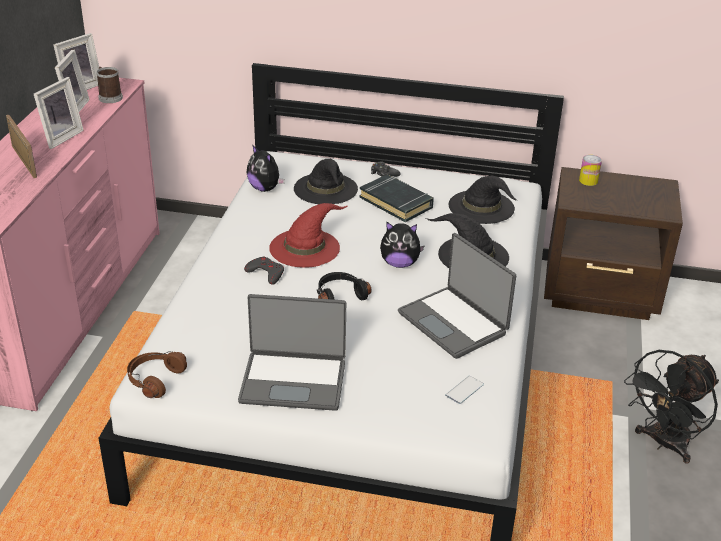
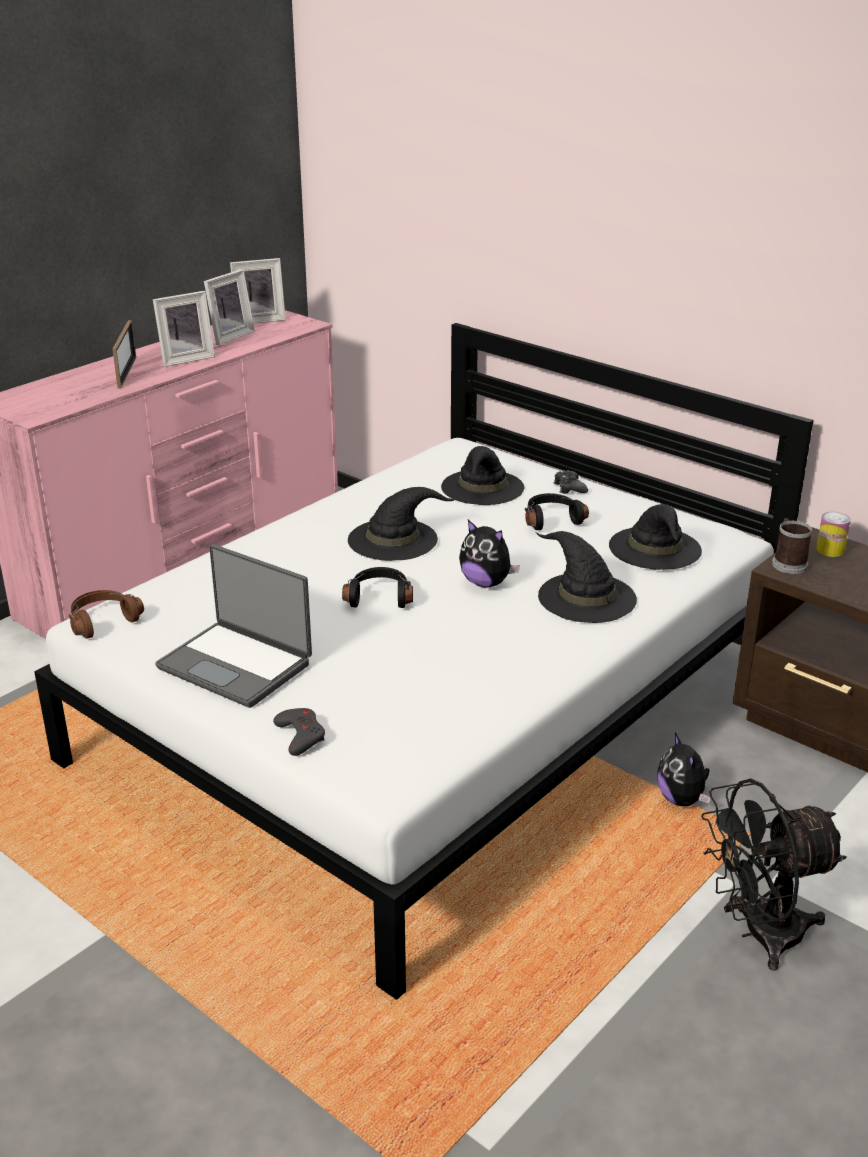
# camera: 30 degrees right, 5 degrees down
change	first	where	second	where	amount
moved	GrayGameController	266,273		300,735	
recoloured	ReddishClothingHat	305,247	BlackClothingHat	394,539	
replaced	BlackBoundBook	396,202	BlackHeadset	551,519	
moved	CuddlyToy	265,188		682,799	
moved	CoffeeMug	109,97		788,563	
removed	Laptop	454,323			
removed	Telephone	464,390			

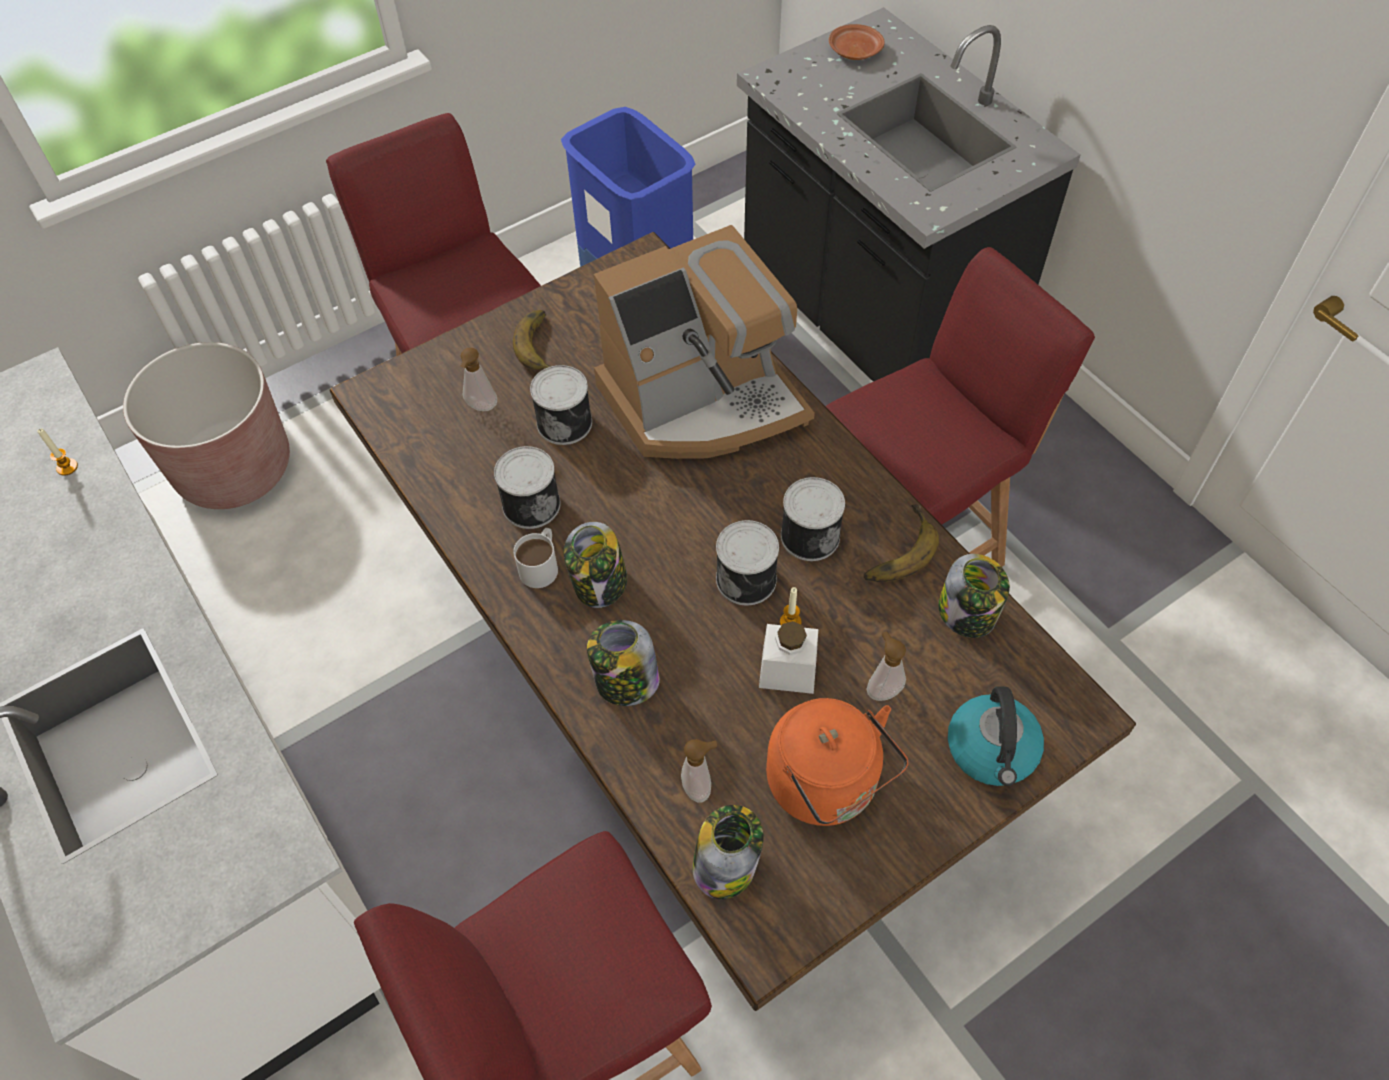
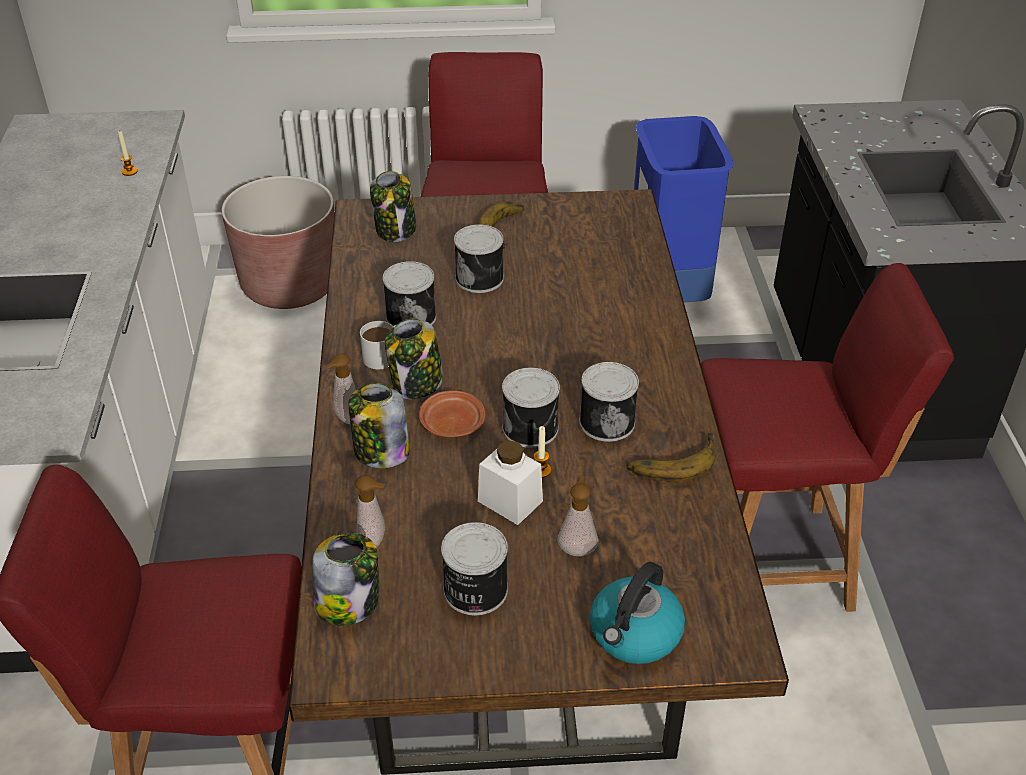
# camera: 30 degrees right, 15 degrees down
change	first	where	second	where	amount
moved	LiquidSoapBottle	481,408		346,419	
moved	Jar	968,613		396,230	
moved	BrownishPlate	854,51		451,423	
replaced	OrangeColouredWaterKettle	827,785	Can	474,590	
removed	CoffeeBrewer	703,401			

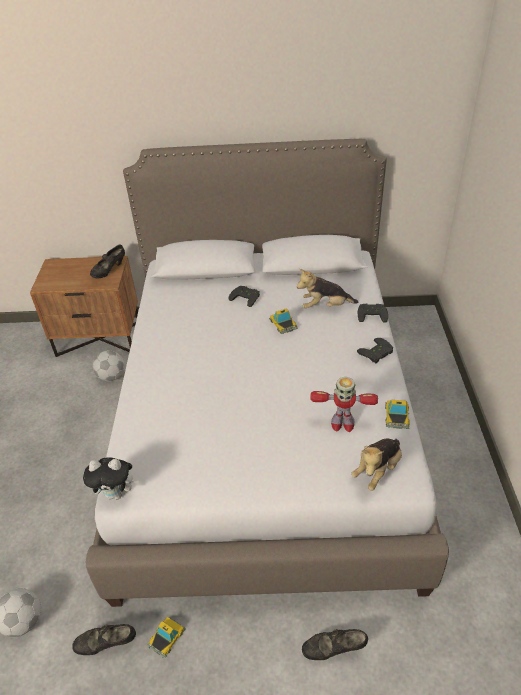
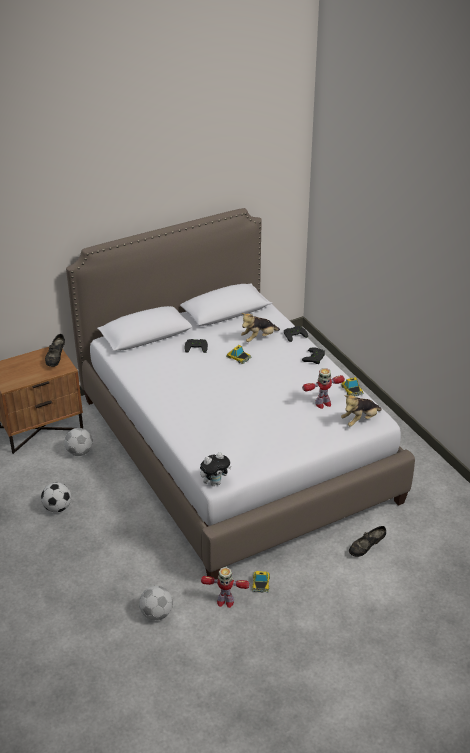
# camera: 30 degrees left, 5 degrees down
change	first	where	second	where	amount
added			BallForFootball	57,508	
replaced	BlackShoe	107,644	ToyRobot	225,601	
turned	CuddlyToy	377,470		360,420	45 degrees clockwise

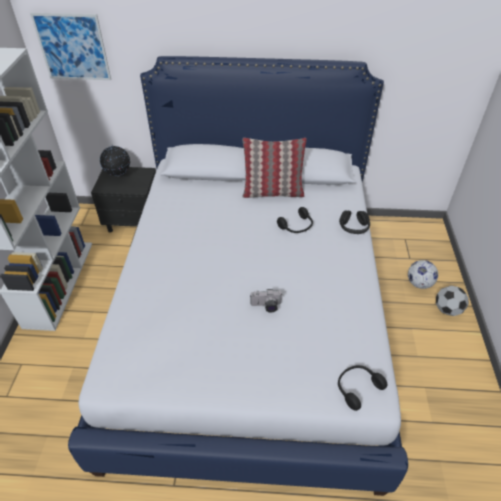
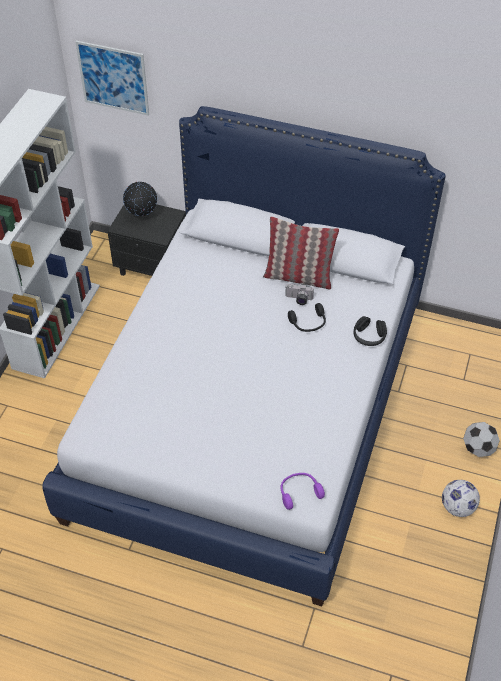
# camera: 15 degrees right, 5 degrees up
change	first	where	second	where	amount
recoloured	BlackHeadset	357,387	PurpleHeadset	299,492	
moved	StillCamera	266,306		298,299	
moved	BallForFootball	419,283		457,507	

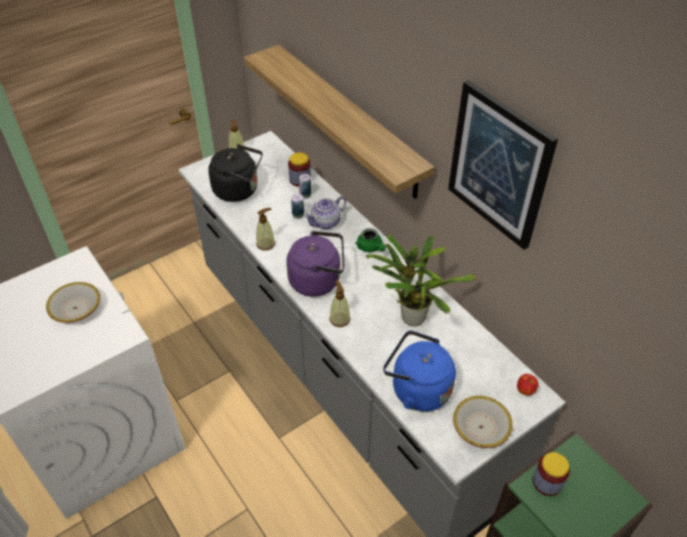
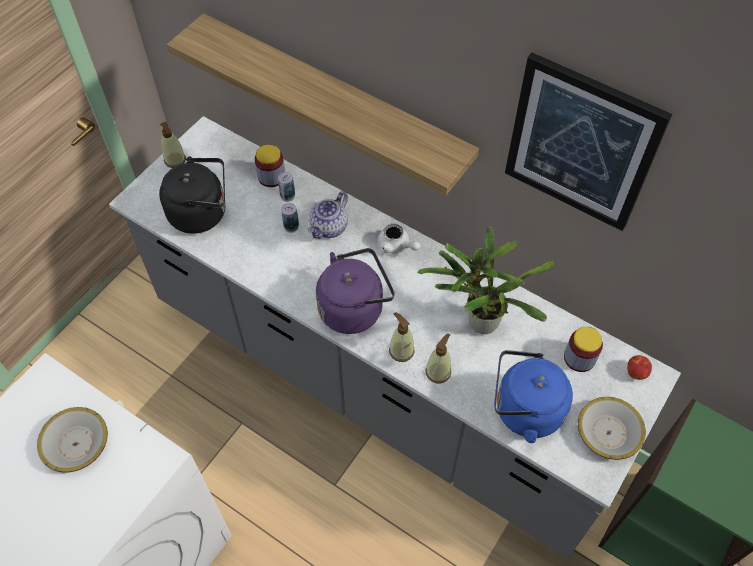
# camera: 20 degrees left, 10 degrees up
change	first	where	second	where	amount
recoloured	GreenishPotForTea	370,248	WhitePotForTea	396,246	
moved	LiquidSoapBottle	266,244		438,372	
moved	Jar	547,482		579,358	

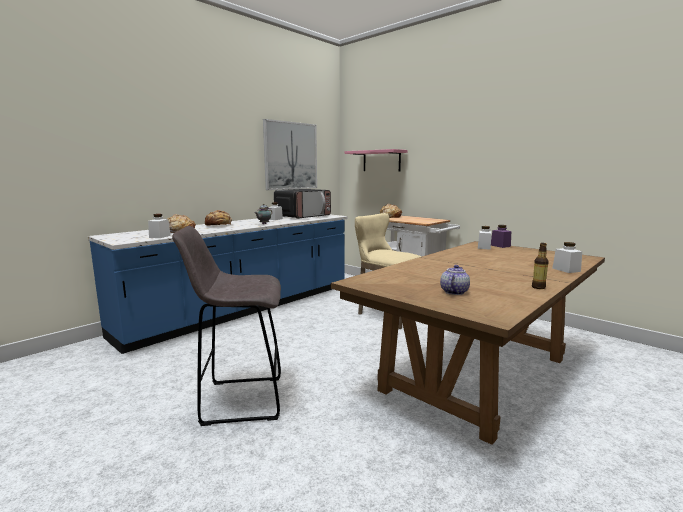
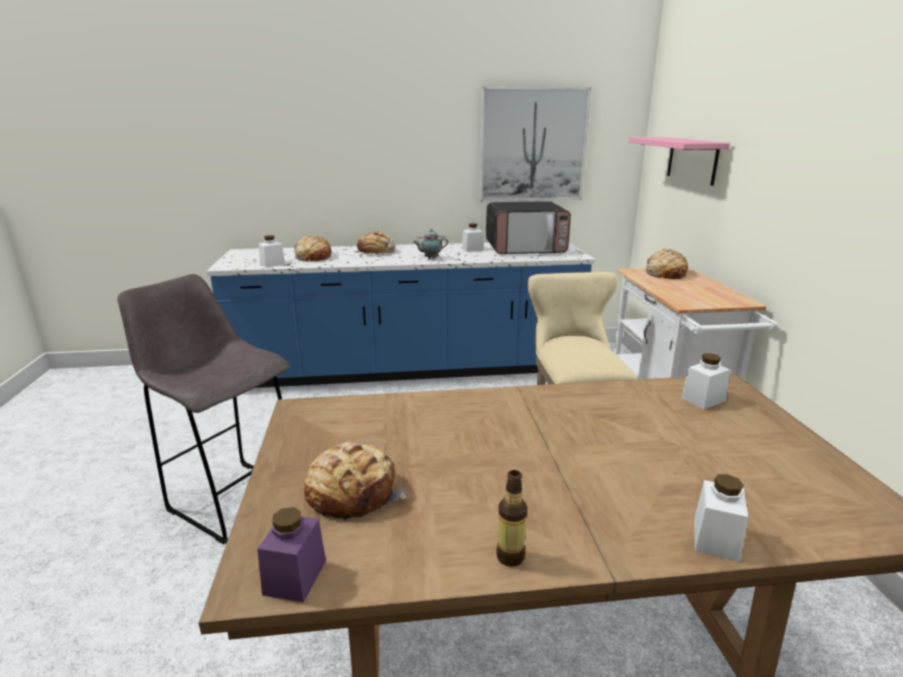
# camera: 40 degrees right, 10 degrees up
change	first	where	second	where	amount
moved	PurpleJar	500,246		295,577	
replaced	PotForTea	453,292	BakeryBread	353,492	

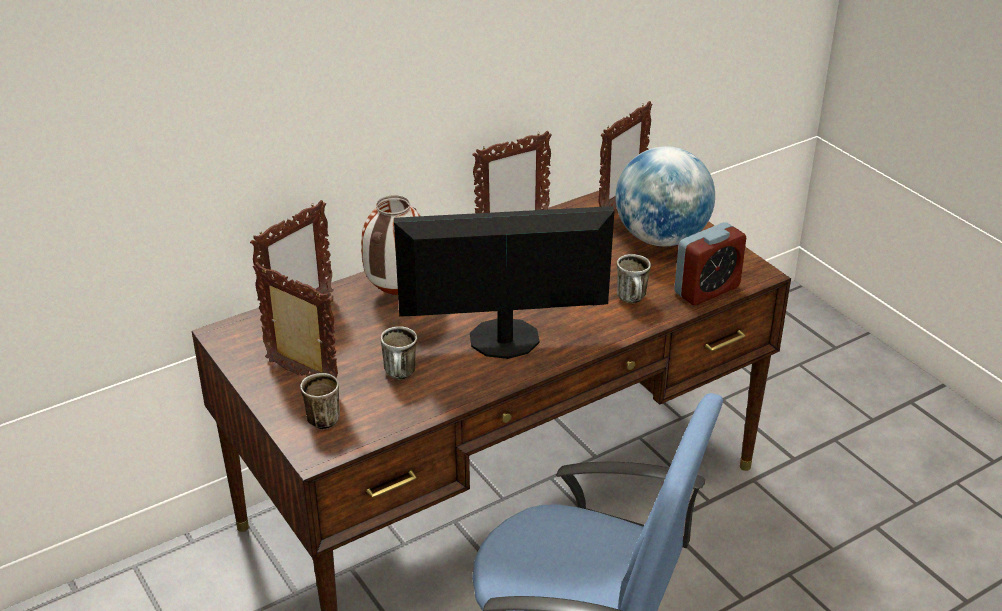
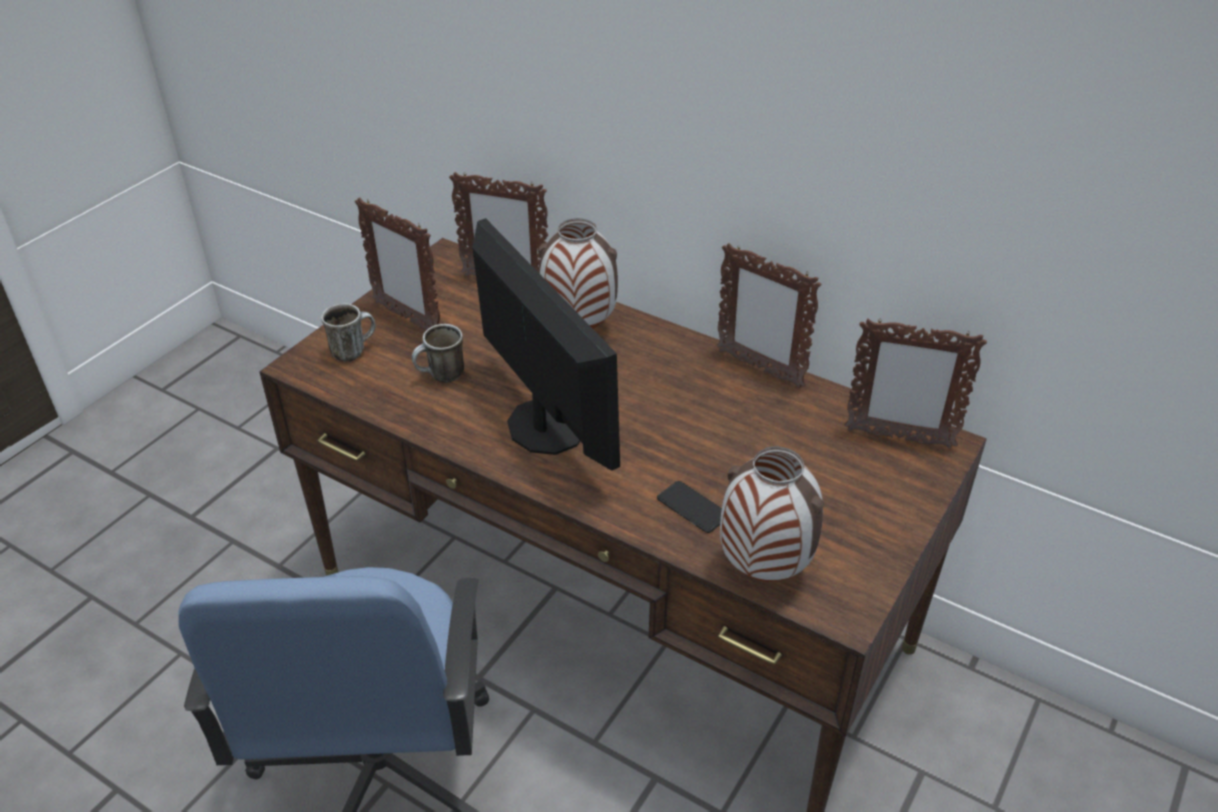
# camera: 65 degrees right, 5 degrees up
change	first	where	second	where	amount
turned	PhotoFrame	302,377		407,319	120 degrees clockwise
replaced	CoffeeMug	633,300	Telephone	692,507	
replaced	AlarmClock	707,290	Vase	765,570	
removed	DeskGlobe	661,238			

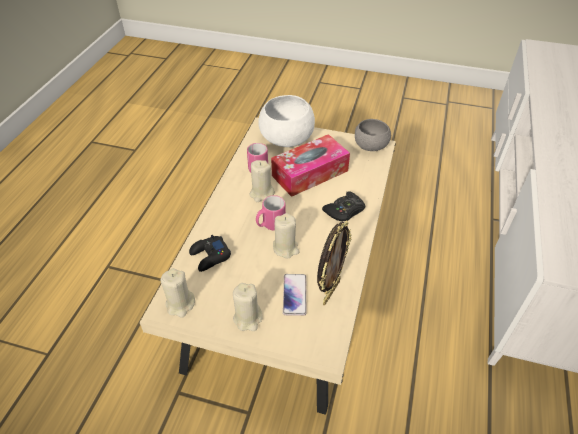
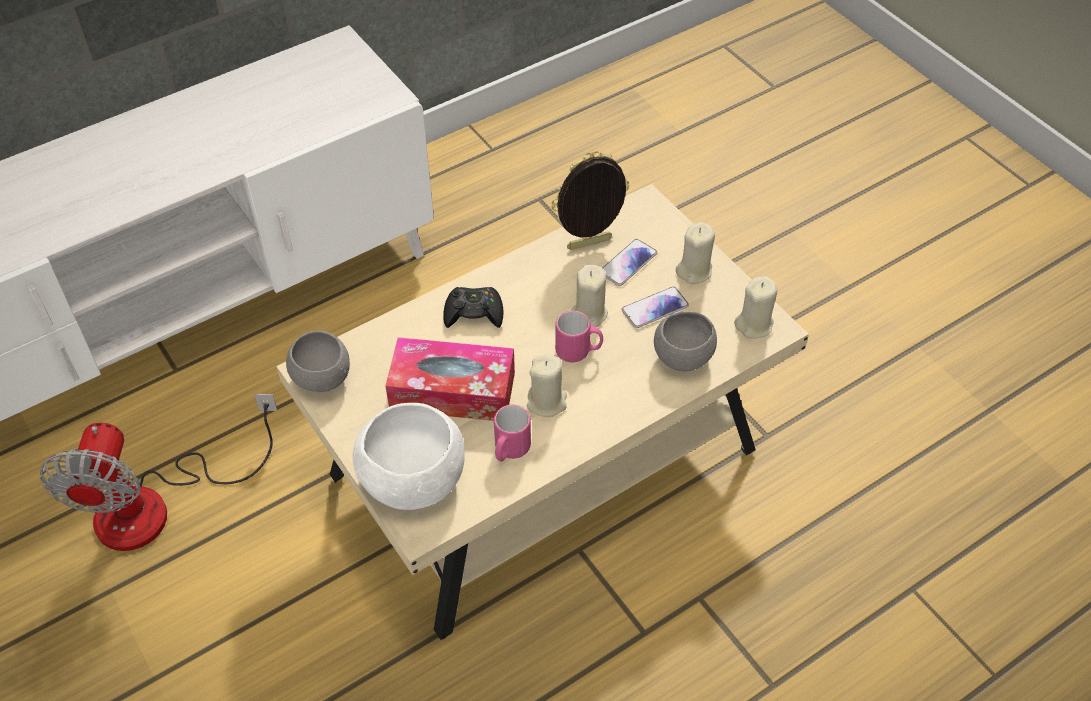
# camera: 140 degrees left, 5 degrees up
change	first	where	second	where	amount
added			ElectricFan	157,505	
added			Telephone	655,308	
replaced	BlackGameController	210,256	GrayBowl	683,357	

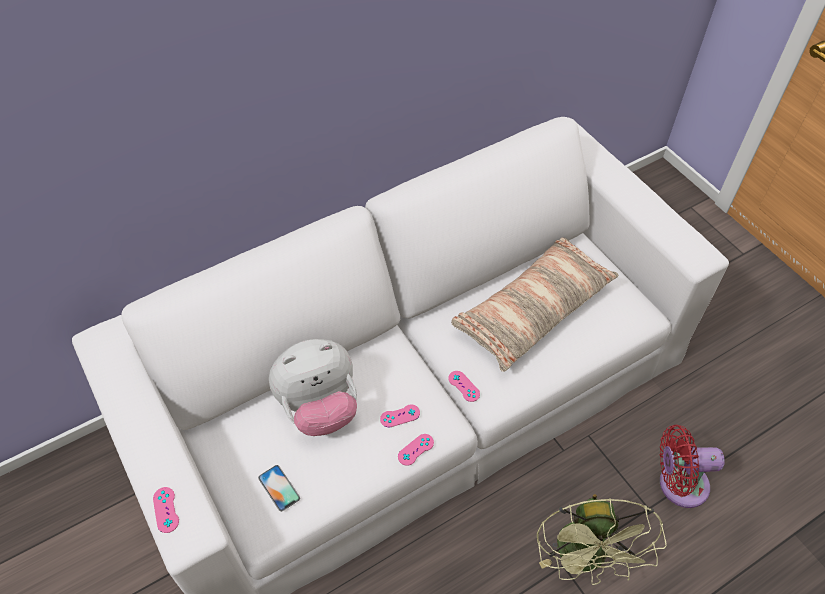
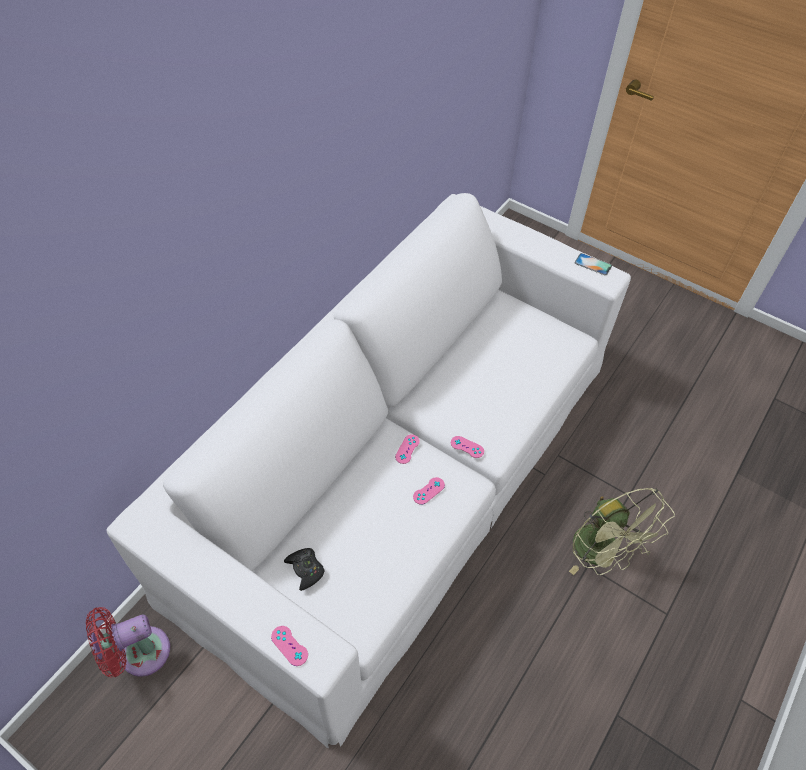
# camera: 25 degrees left, 0 degrees up
change	first	where	second	where	amount
moved	ReddishElectricFan	678,484		139,653	
added			BlackGameController	305,569	
moved	PinkishGameController	415,449		407,449	
moved	Telephone	279,488		593,264	
removed	CuddlyToy	319,407			
removed	Pillow	532,310			

